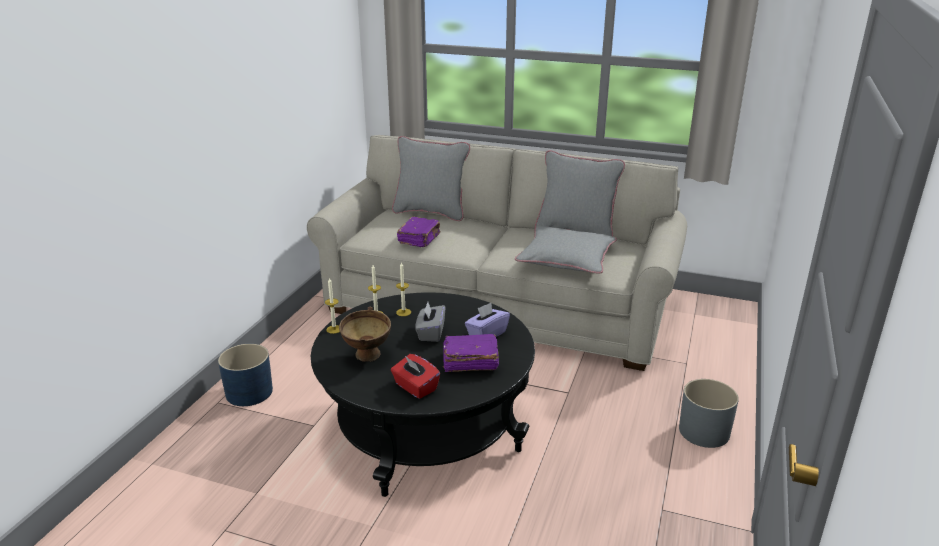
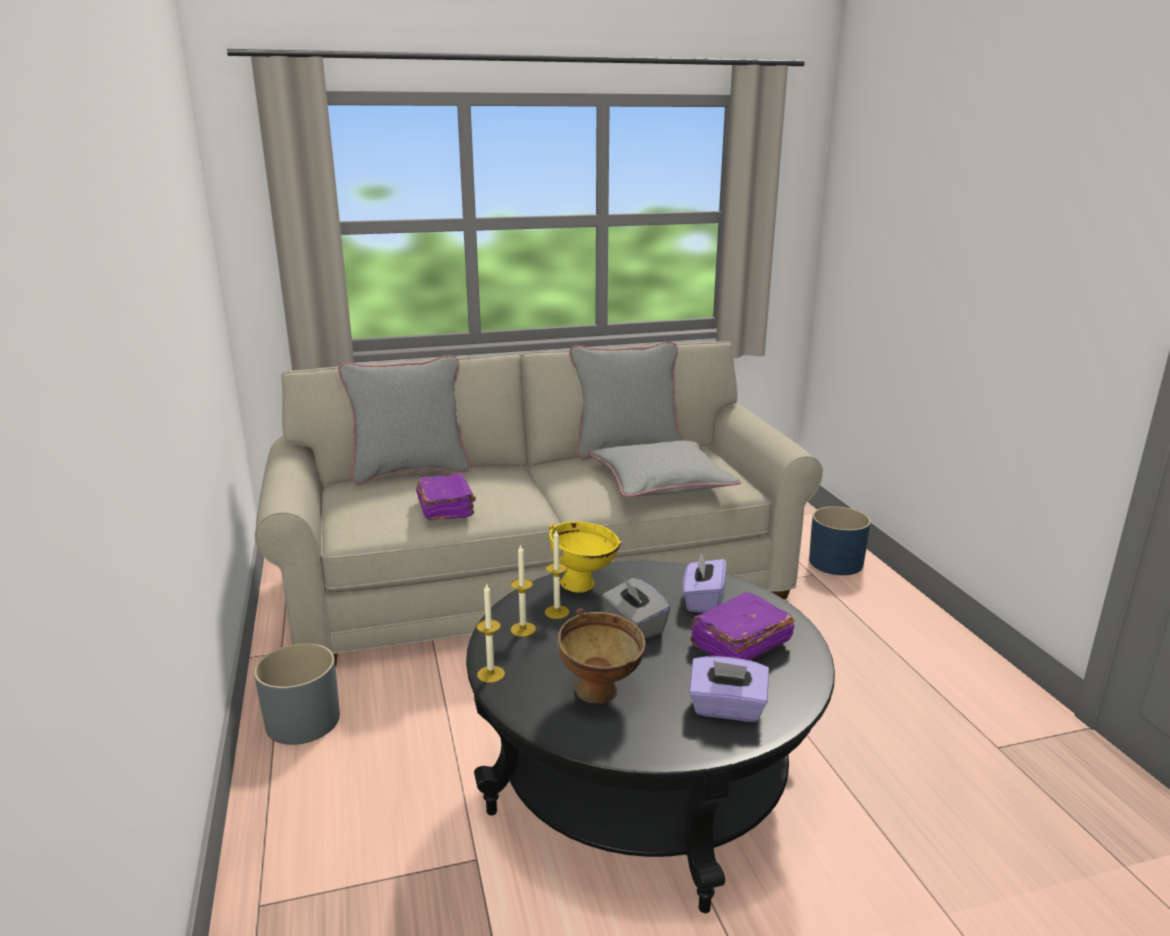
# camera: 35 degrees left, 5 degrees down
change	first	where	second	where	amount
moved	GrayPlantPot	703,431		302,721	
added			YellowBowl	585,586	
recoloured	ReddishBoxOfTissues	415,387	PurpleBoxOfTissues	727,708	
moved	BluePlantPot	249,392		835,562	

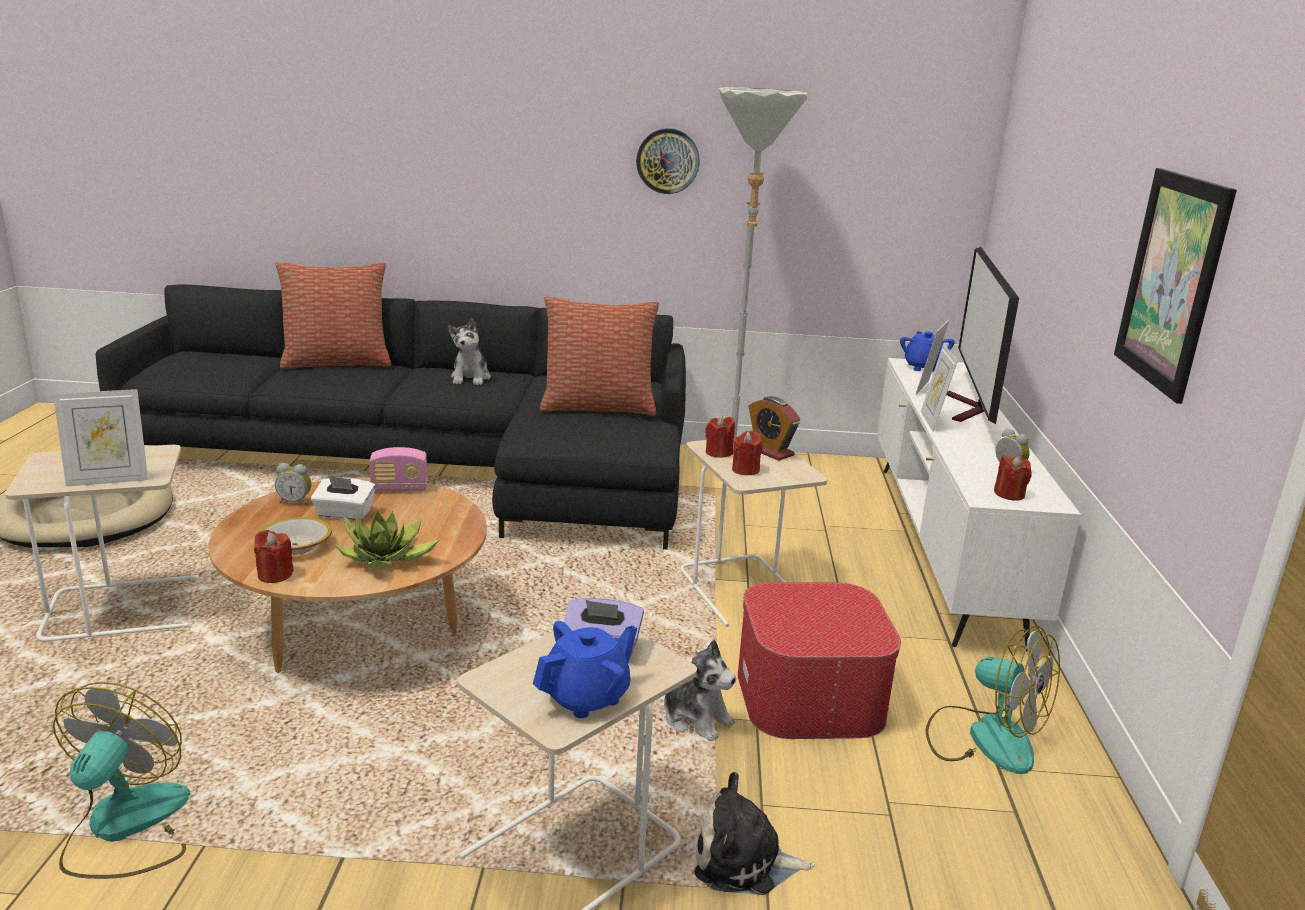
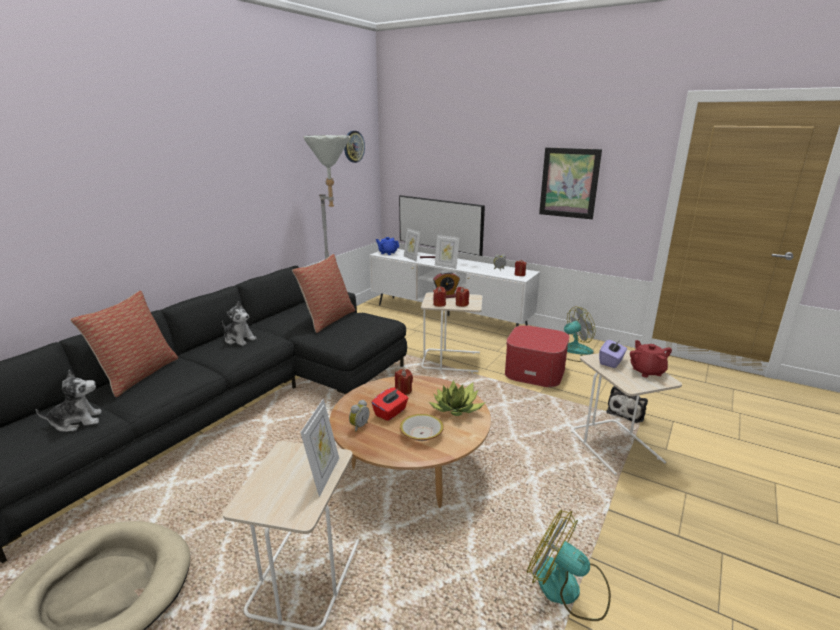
# camera: 60 degrees left, 0 degrees up
change	first	where	second	where	amount
moved	CuddlyToy	696,719		77,421	
moved	WallClock	668,161		353,146	
recoloured	WhiteBoxOfTissues	344,514	ReddishBoxOfTissues	390,412	
moved	ReddishCandle	275,575		403,390	
recoloured	BluePotForTea	586,697	ReddishPotForTea	647,371	
removed	RadioReceiver	399,488			

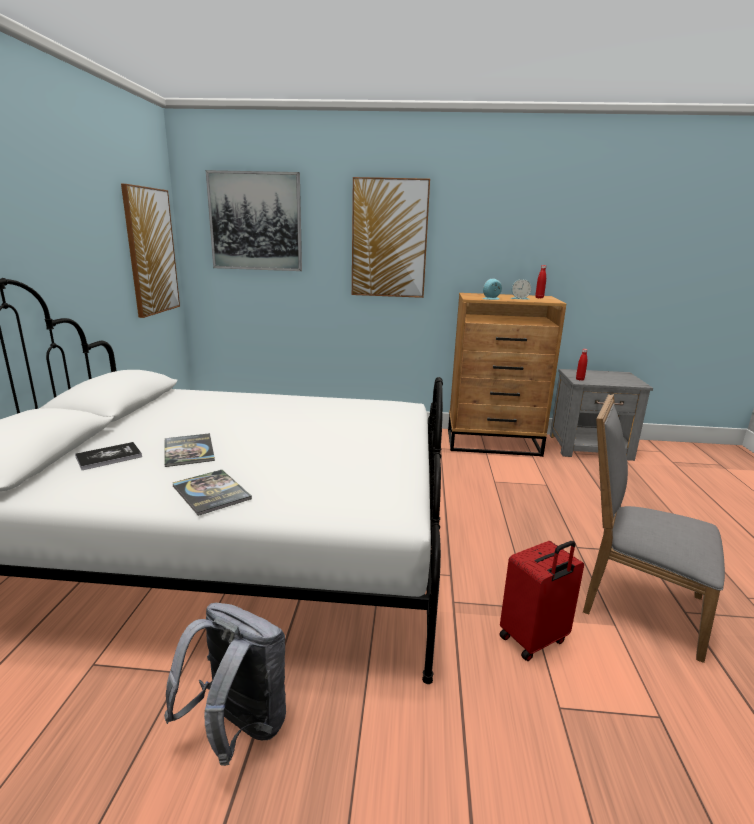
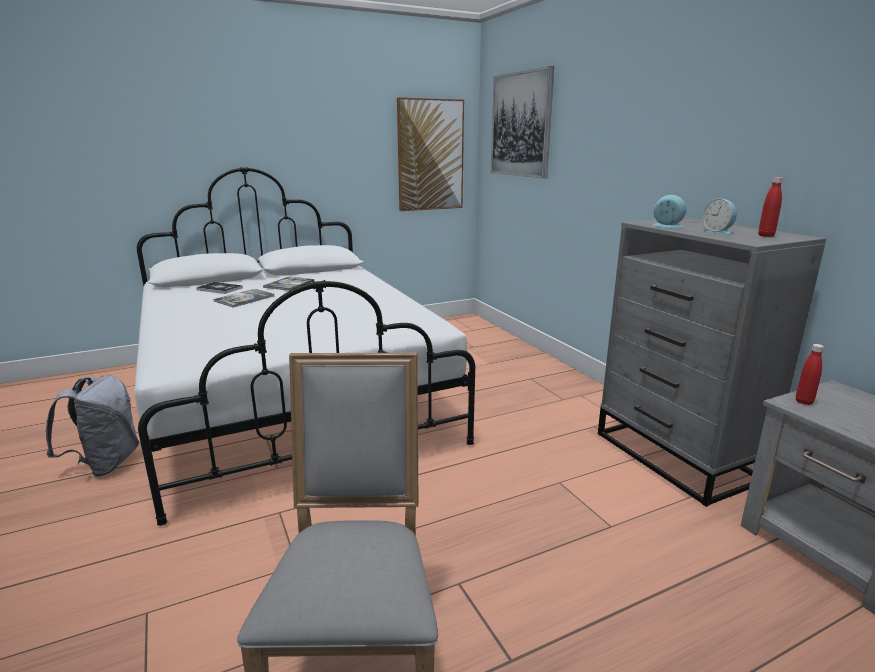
# camera: 60 degrees right, 0 degrees up
change	first	where	second	where	amount
moved	BoundBook	211,492		289,284	
recoloured	BrownishDresser	494,443	GrayDresser	677,457	
removed	WallPicture	389,239			
removed	ReddishPieceOfLuggage	534,640			

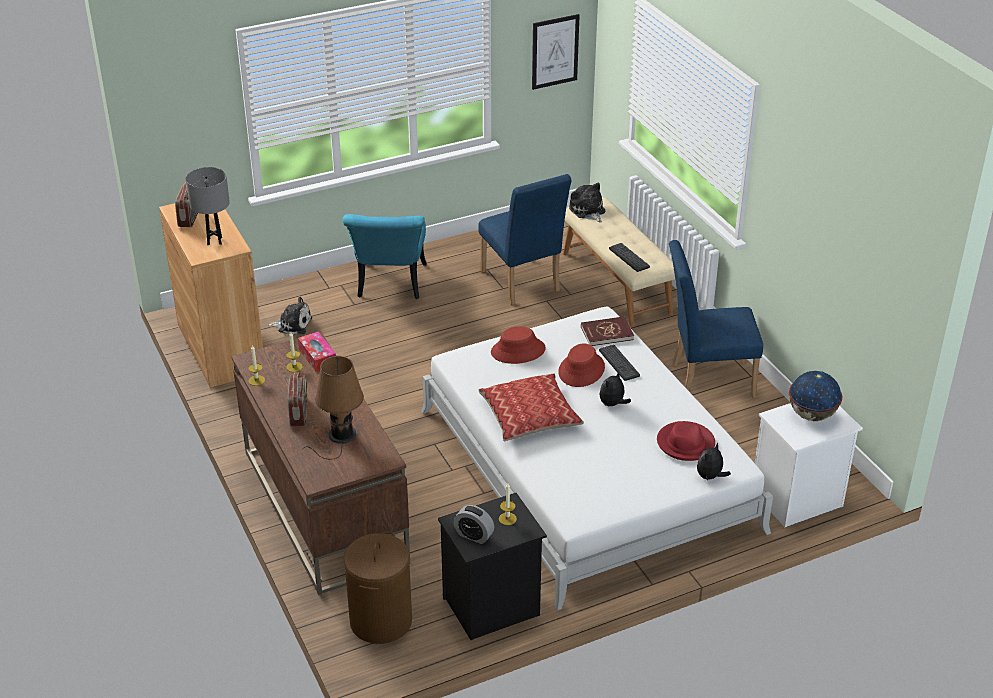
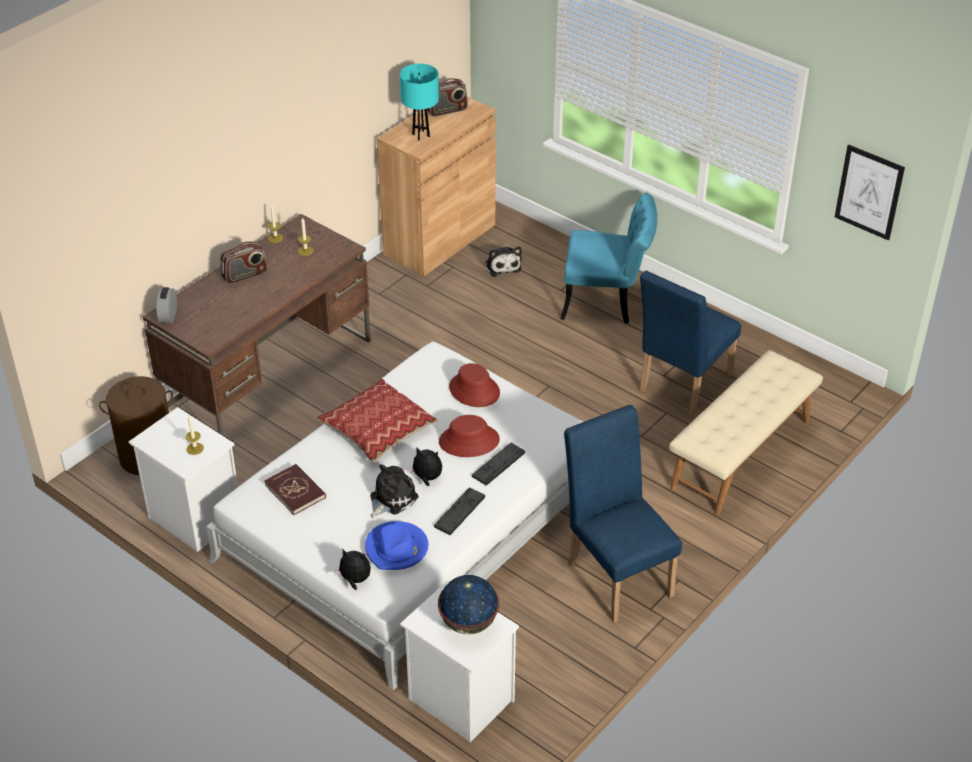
# camera: 65 degrees right, 5 degrees up
change	first	where	second	where	amount
recoloured	BlackBedsideTable	491,608	WhiteBedsideTable	192,517	
moved	AlarmClock	474,535		168,316	
moved	ReddishBoundBook	607,333		295,491	
recoloured	ReddishClothingHat	686,444	BlueClothingHat	397,548	
moved	CuddlyToy	588,211		391,498	
recoloured	GrayLampForATable	214,241	BlueGreenLampForATable	421,135	
moved	ComputerKeyboard	629,258		459,511	
turned	BlueGreenUprightChair	390,286		607,301	150 degrees counterclockwise
removed	BoxOfTissues	317,357			
removed	BrownishLampForATable	340,437			

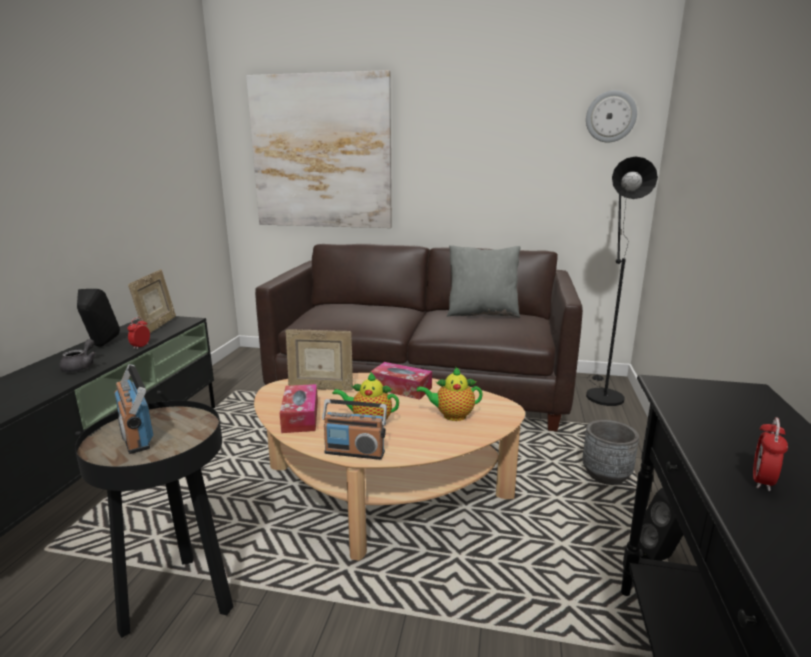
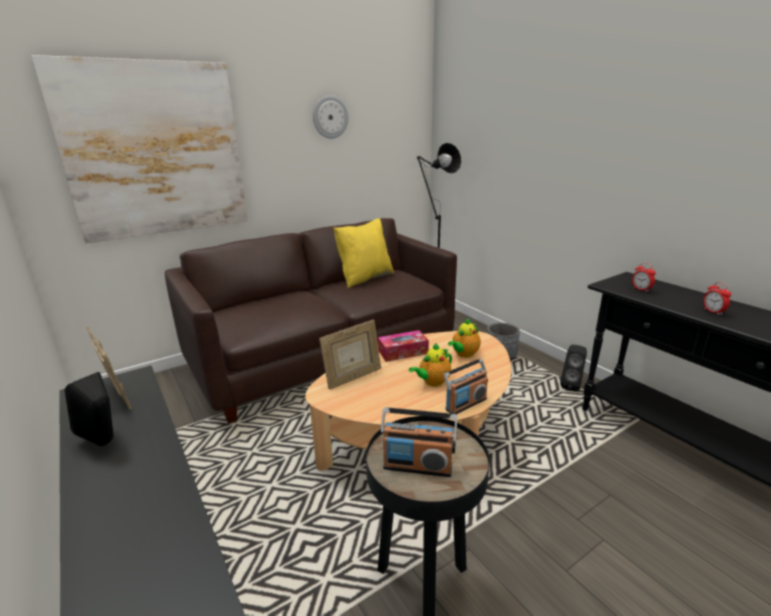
# camera: 45 degrees left, 5 degrees up
change	first	where	second	where	amount
moved	WallClock	610,116		330,117	
recoloured	GrayPillow	482,313	YellowPillow	365,278	
moved	AlarmClock	141,346		641,289	
removed	GrayPotForTea	81,366			
removed	BoxOfTissues	300,416			

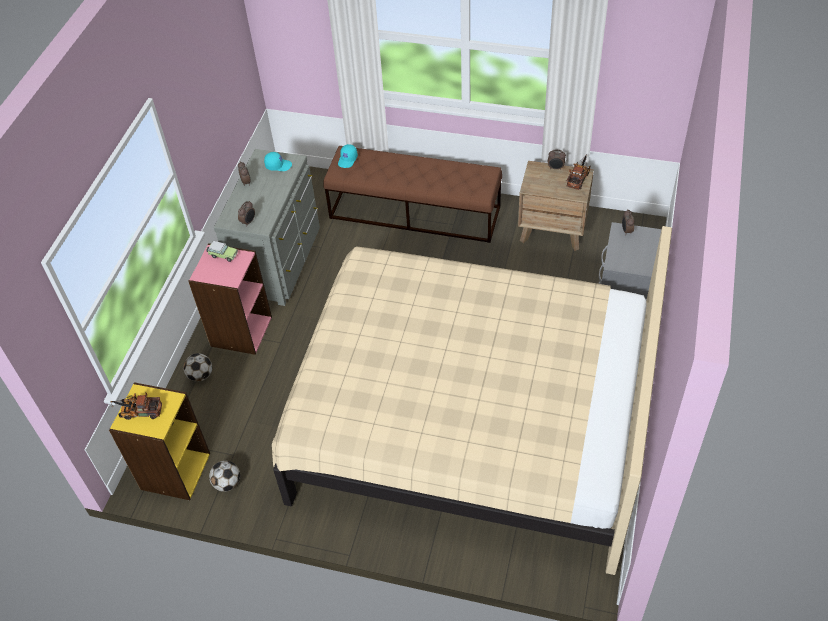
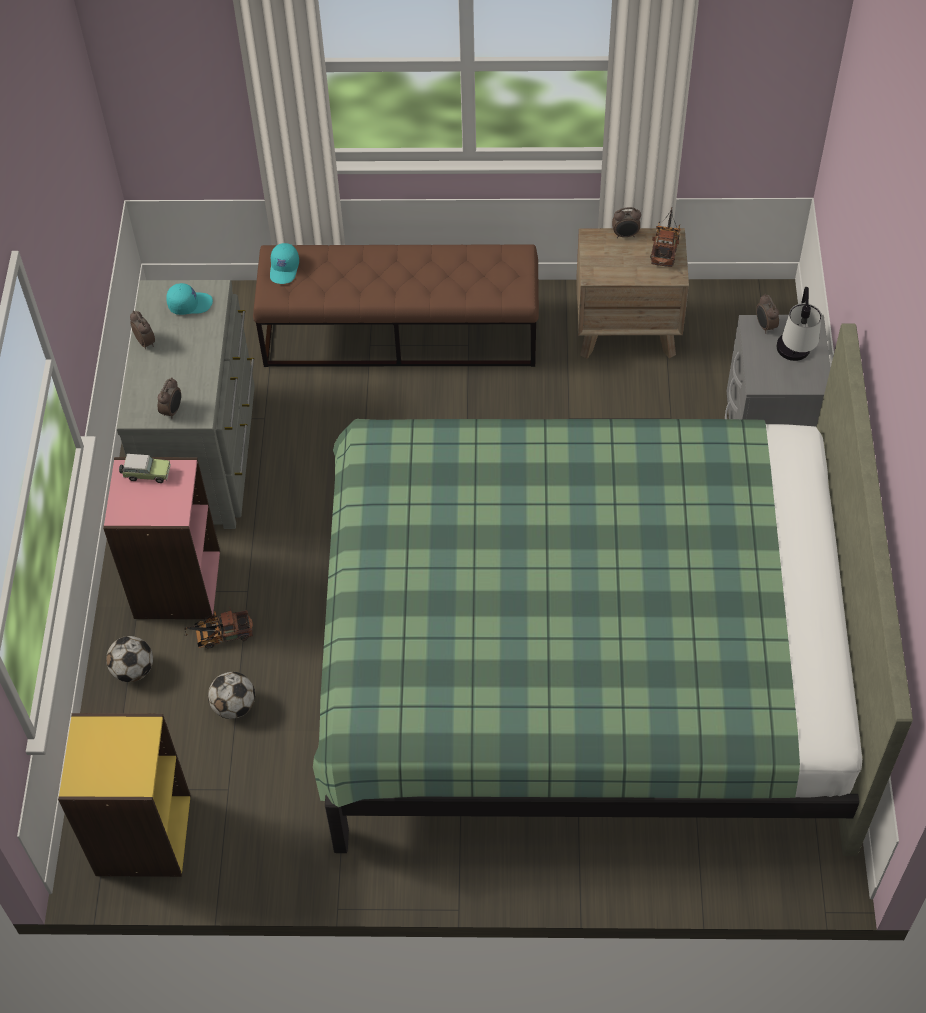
# camera: 15 degrees left, 5 degrees up
change	first	where	second	where	amount
moved	ToyTruck	138,412		220,635	
moved	BallForFootball	227,483		234,706	
recoloured	BeigeBed	472,418	GreenishBed	585,658	
added			LampForATable	793,360	

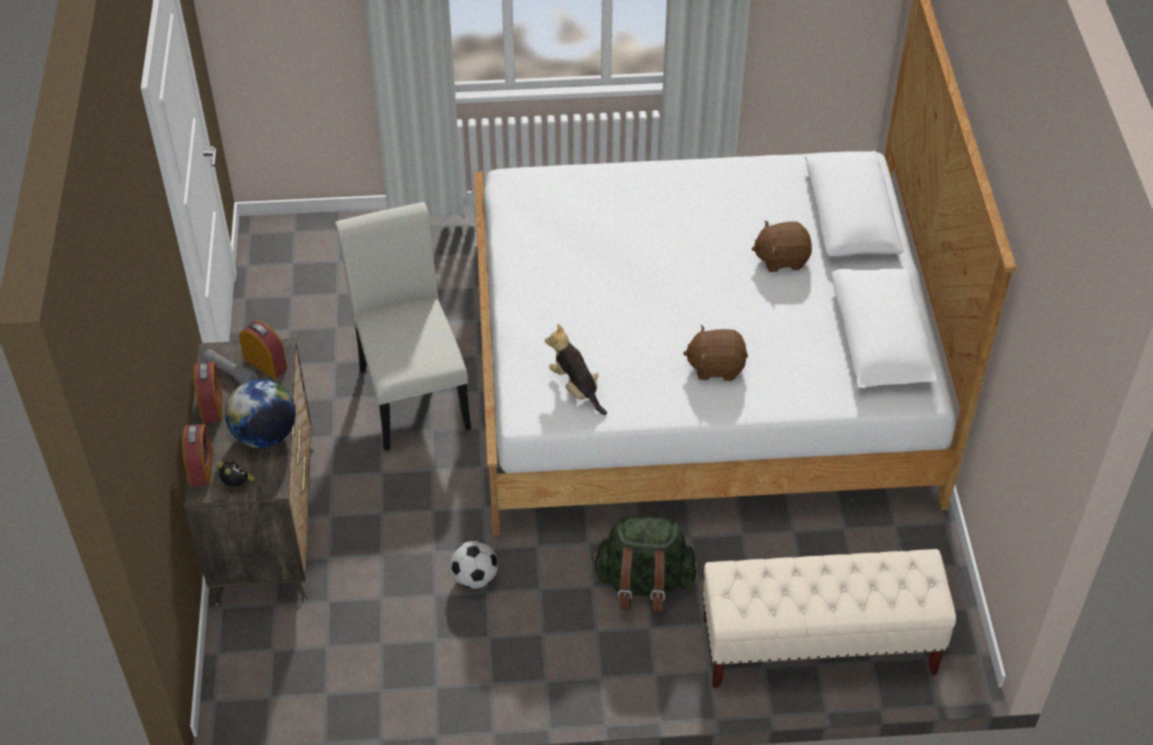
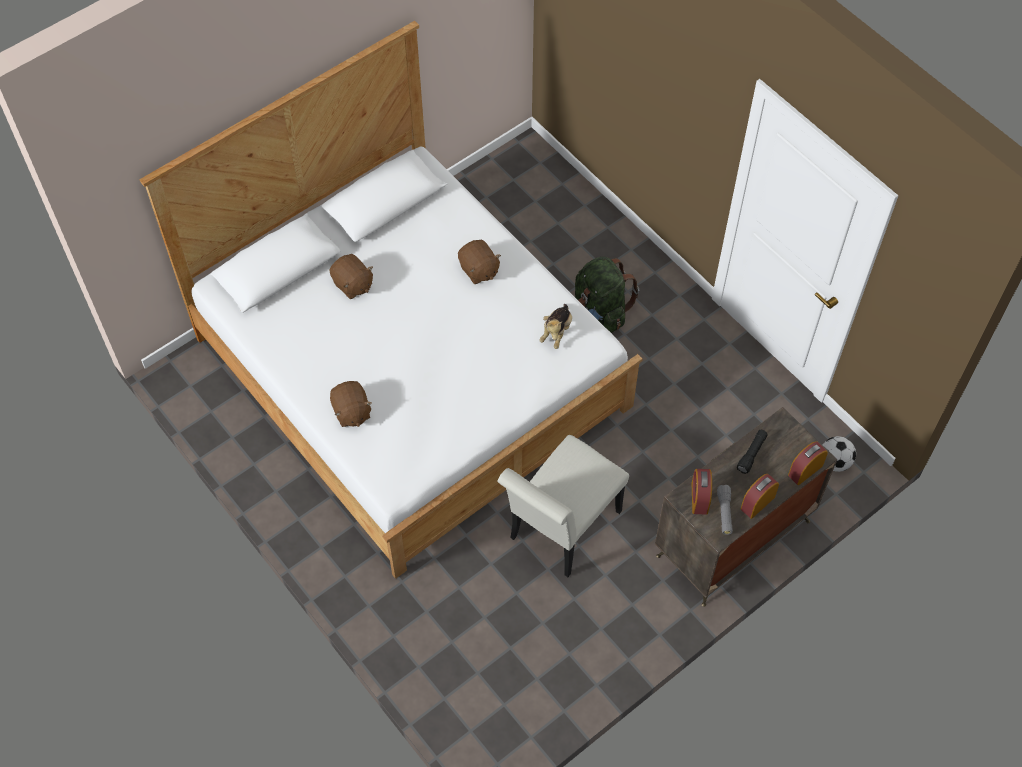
# camera: 125 degrees left, 10 degrees up
change	first	where	second	where	amount
added			BrownishCuddlyToy	351,412	
replaced	DeskGlobe	265,435	BlackHandTorch	751,454	
moved	BallForFootball	475,578		834,462	
removed	AlarmClock	237,484			
removed	BeigeIndoorBench	817,646			

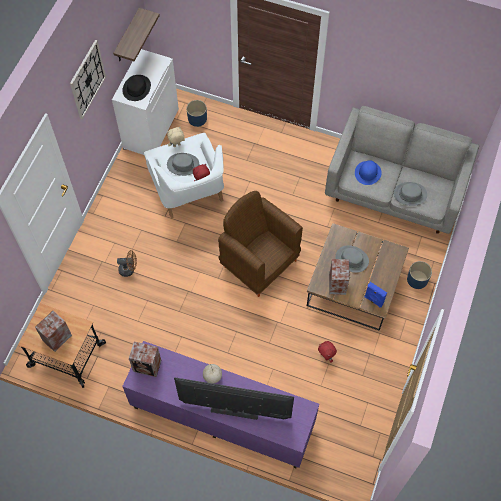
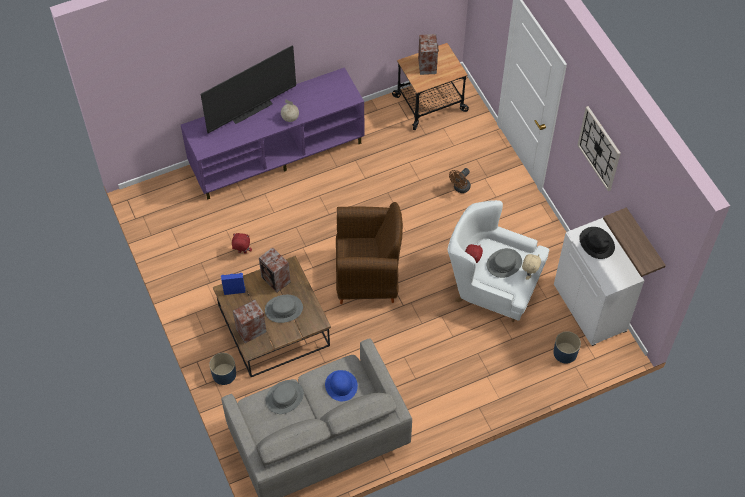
# camera: 135 degrees right, 5 degrees down
change	first	where	second	where	amount
moved	Loudspeaker	148,366		250,331	

